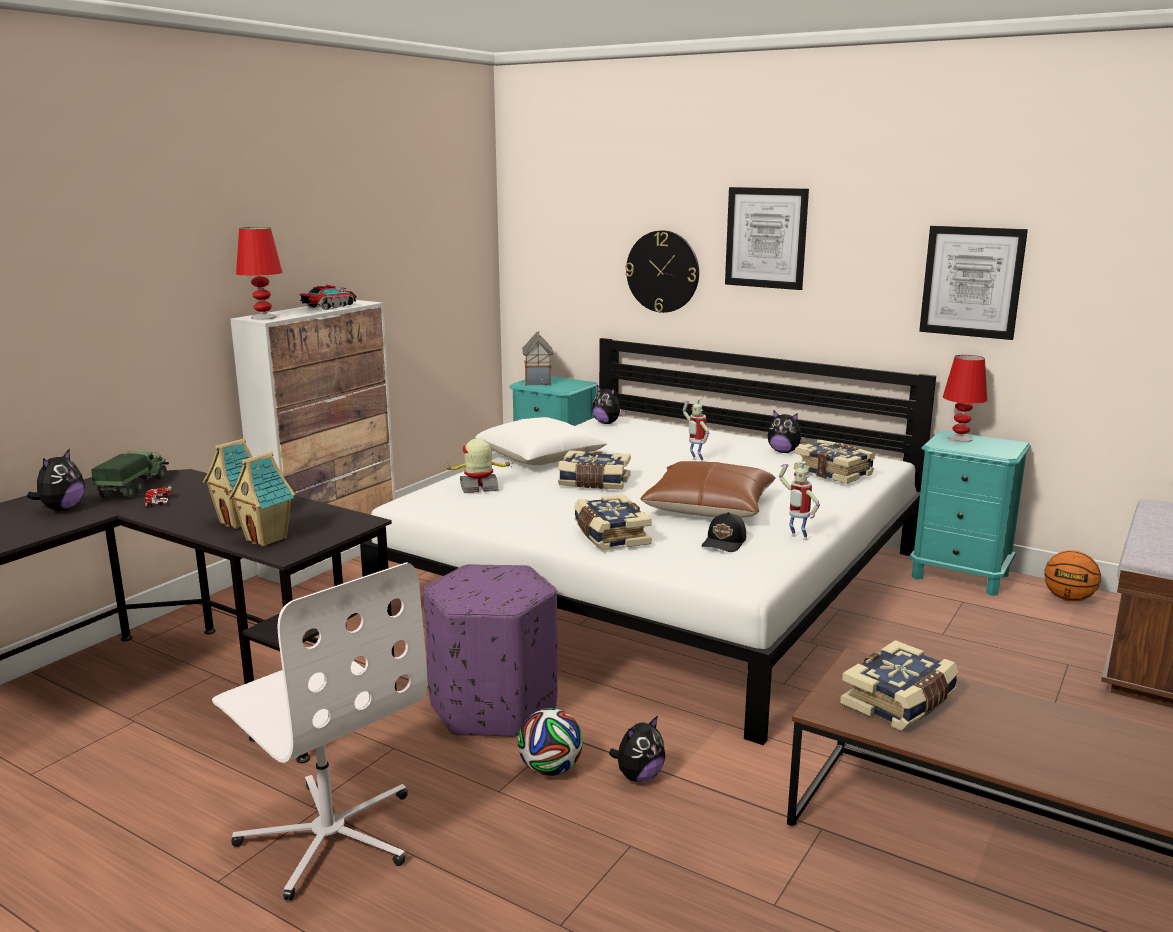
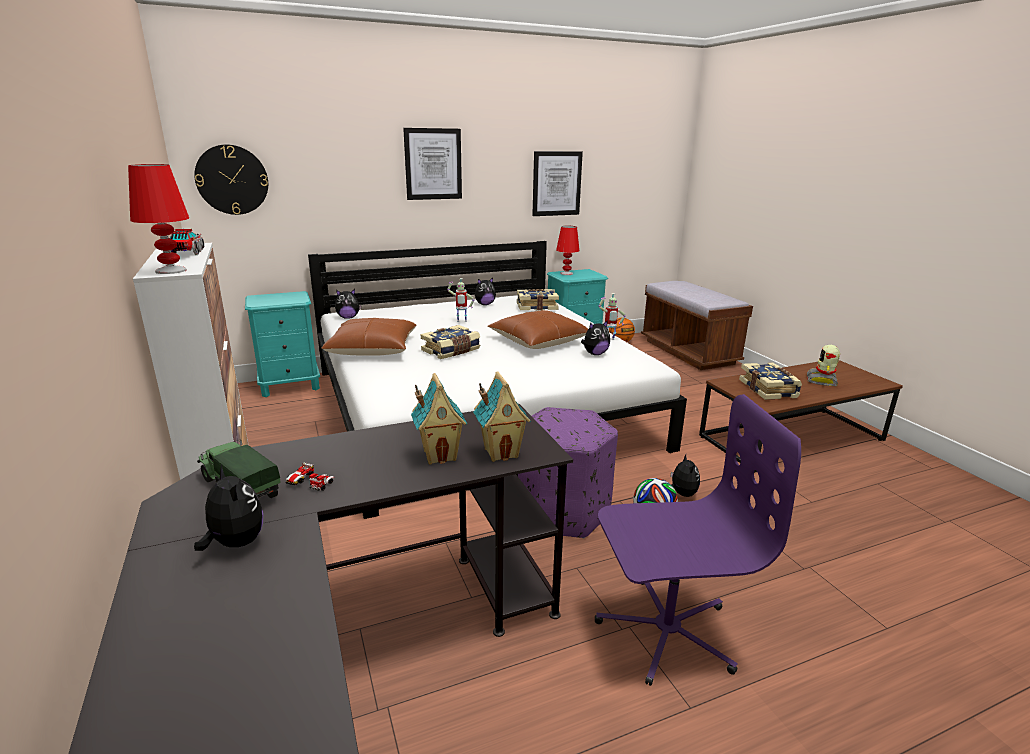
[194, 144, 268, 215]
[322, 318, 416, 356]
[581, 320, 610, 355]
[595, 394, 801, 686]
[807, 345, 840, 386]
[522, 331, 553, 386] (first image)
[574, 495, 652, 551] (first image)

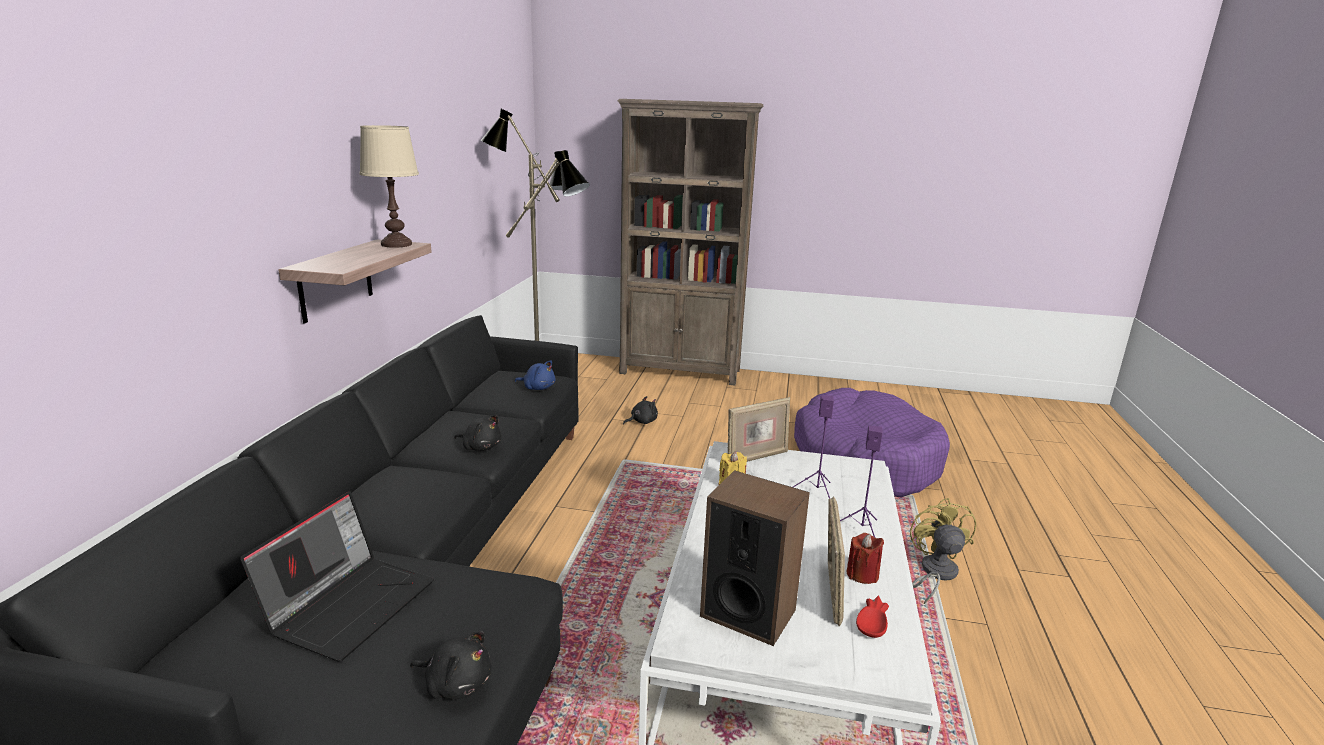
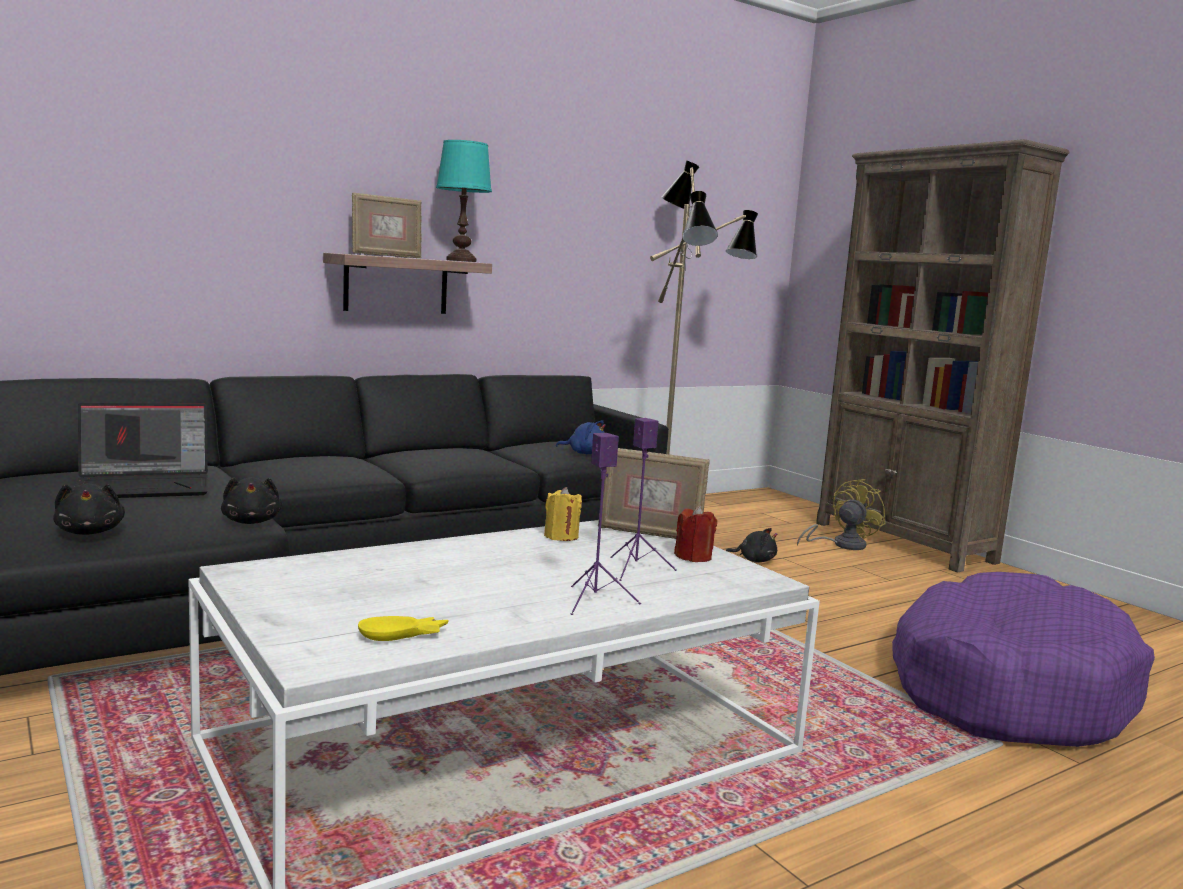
[221, 477, 282, 524]
[352, 192, 422, 258]
[358, 616, 449, 641]
[436, 140, 492, 262]
[556, 420, 606, 454]
[674, 505, 717, 562]
[797, 479, 885, 550]
[700, 470, 810, 646] (first image)

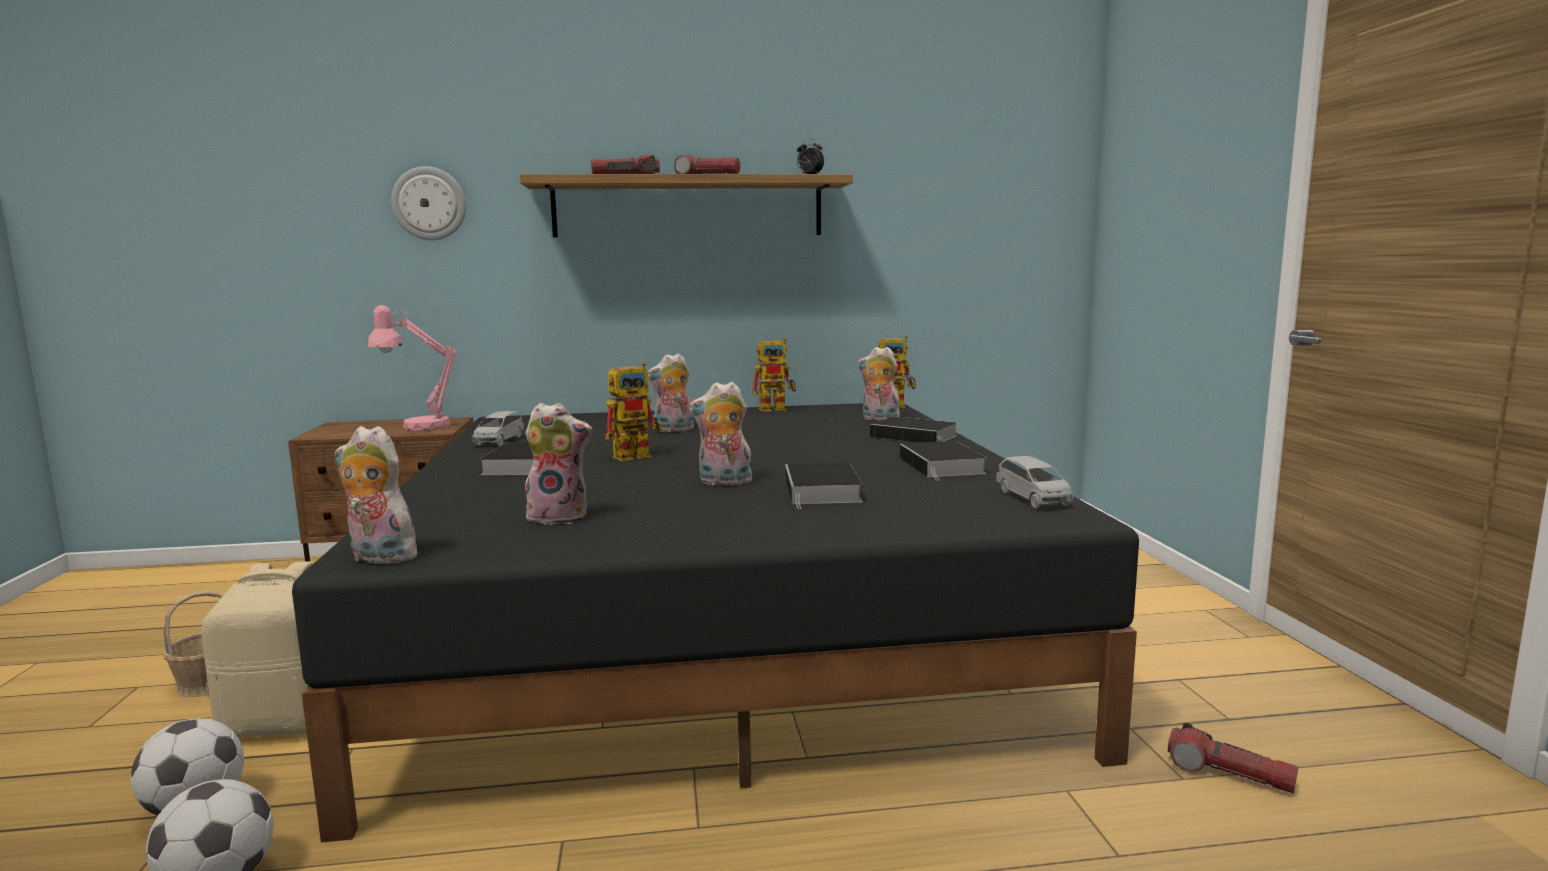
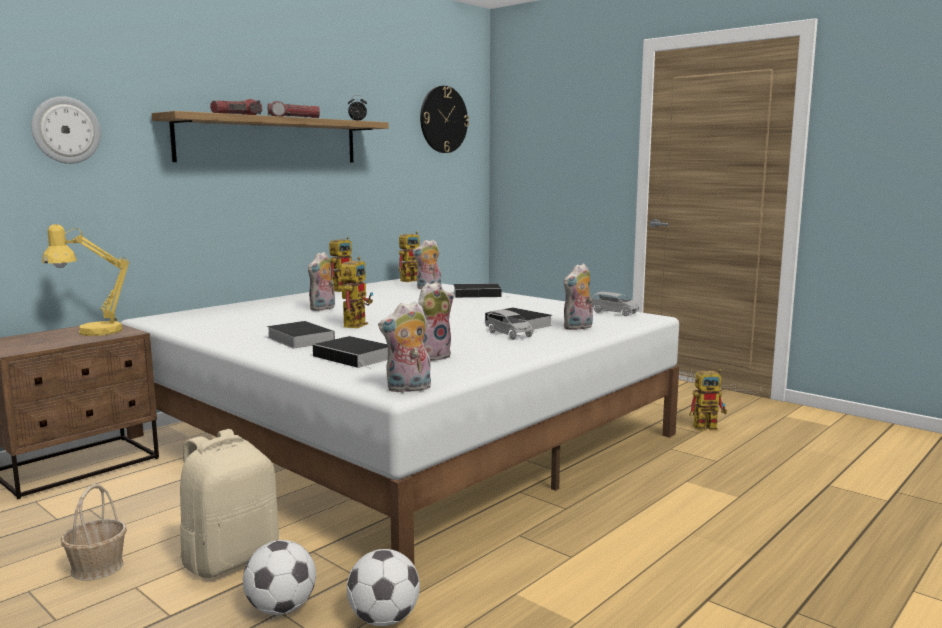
[42, 224, 129, 336]
[120, 279, 679, 565]
[313, 336, 388, 369]
[420, 86, 469, 153]
[486, 309, 533, 340]
[564, 263, 593, 330]
[689, 369, 727, 431]

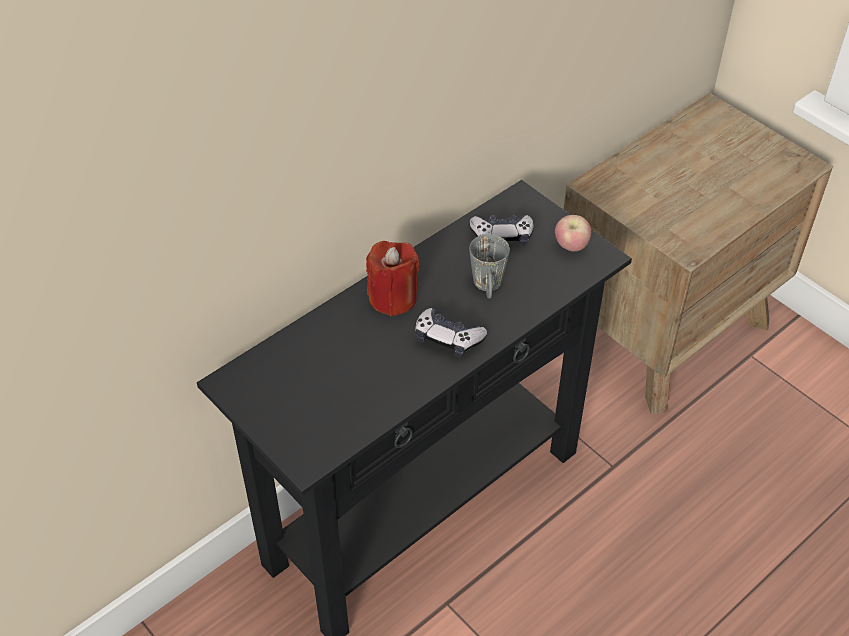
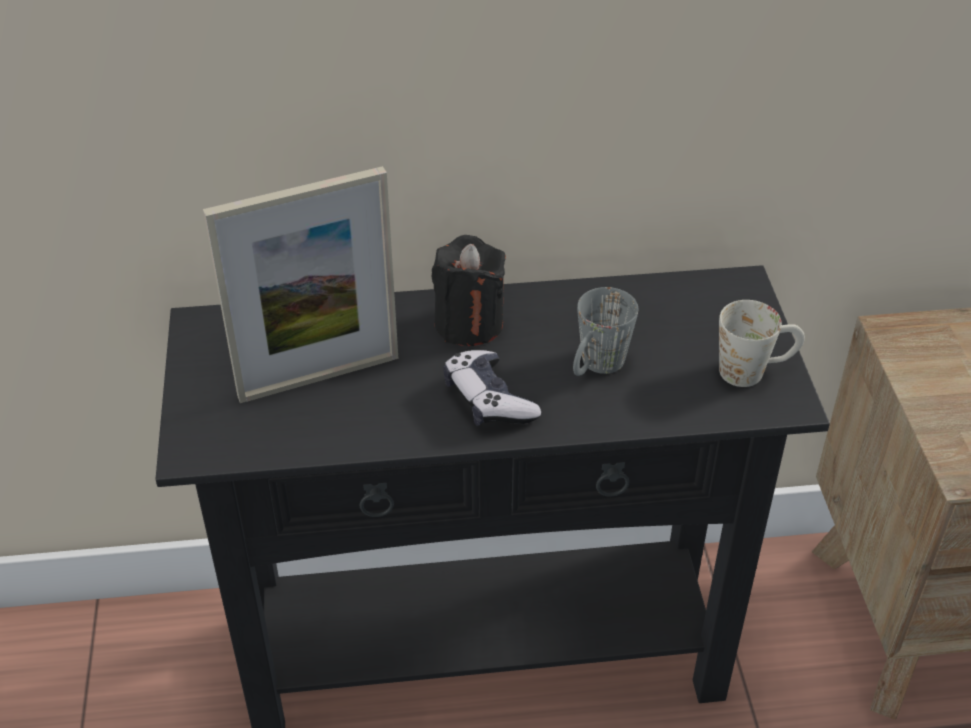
[203, 166, 398, 403]
[432, 235, 506, 346]
[719, 300, 805, 387]
[469, 215, 534, 246] (first image)

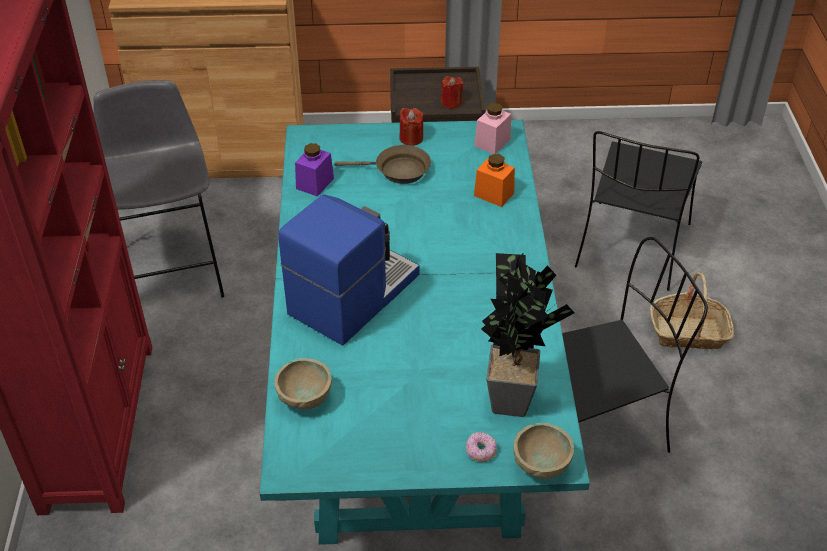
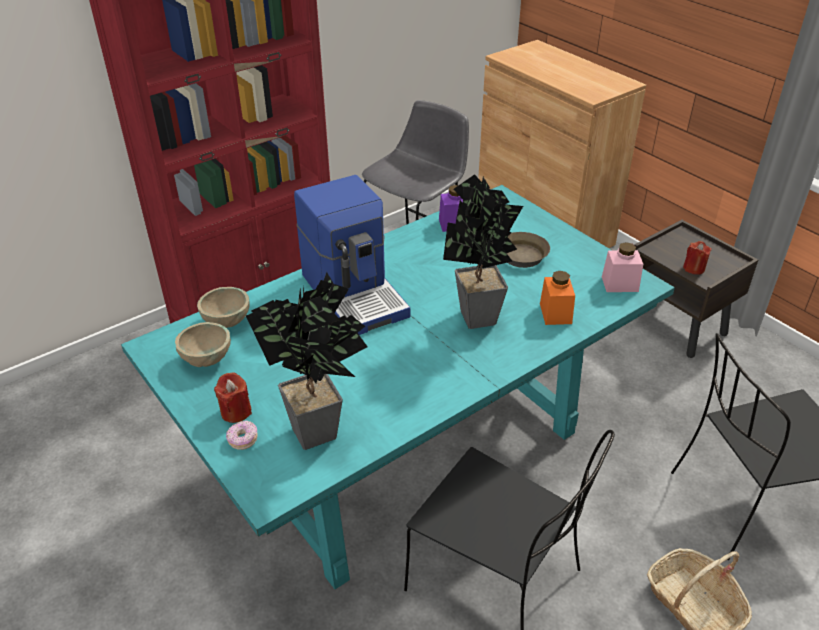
[175, 322, 231, 367]
[214, 372, 252, 423]
[294, 175, 410, 335]
[443, 174, 523, 329]

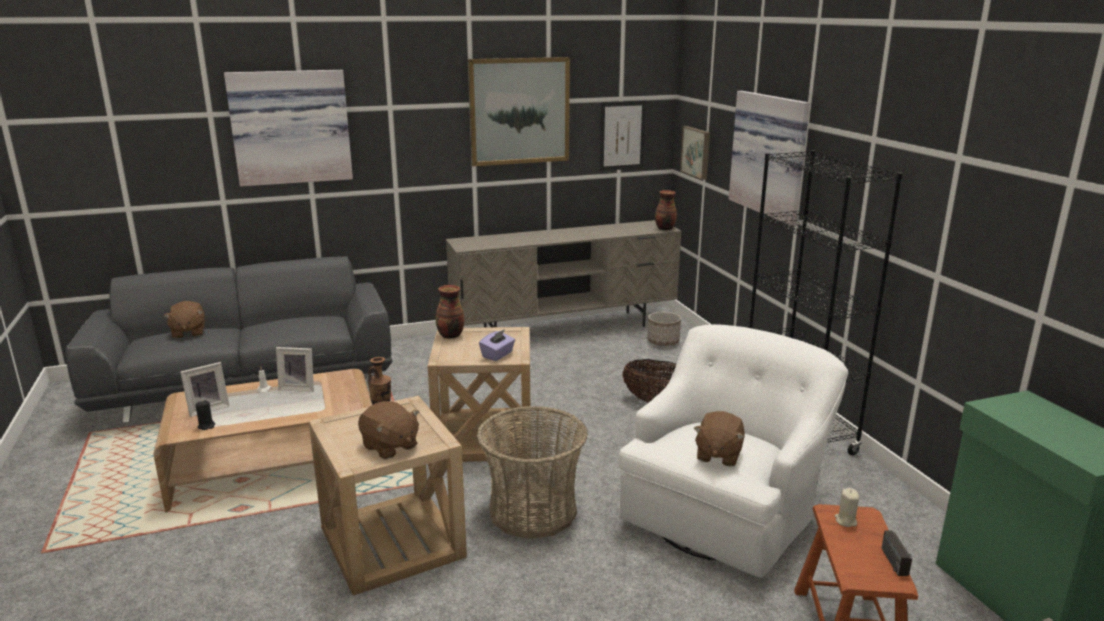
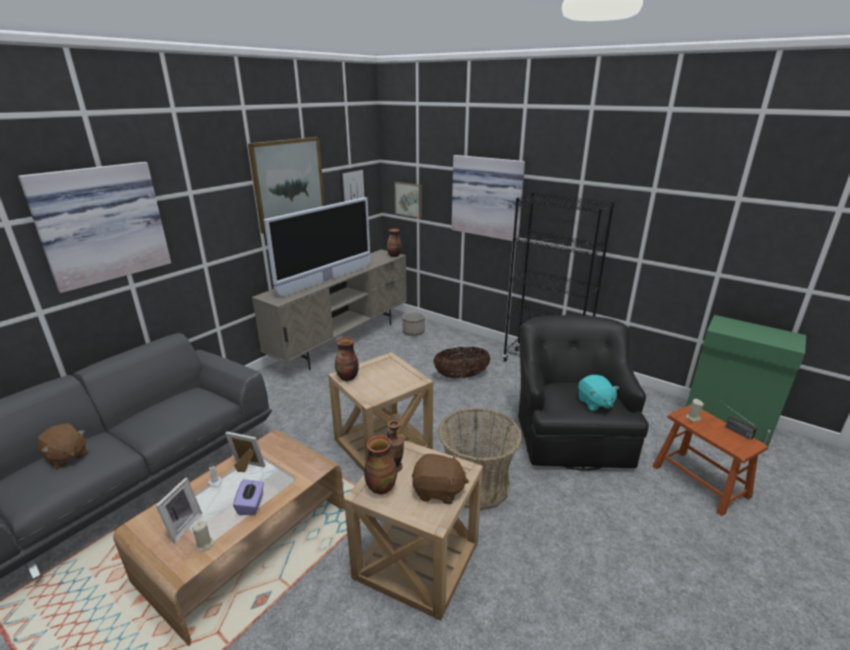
[192, 521, 215, 551]
[225, 432, 266, 472]
[233, 479, 264, 515]
[264, 197, 370, 297]
[364, 435, 397, 495]
[518, 315, 649, 471]
[578, 375, 619, 411]

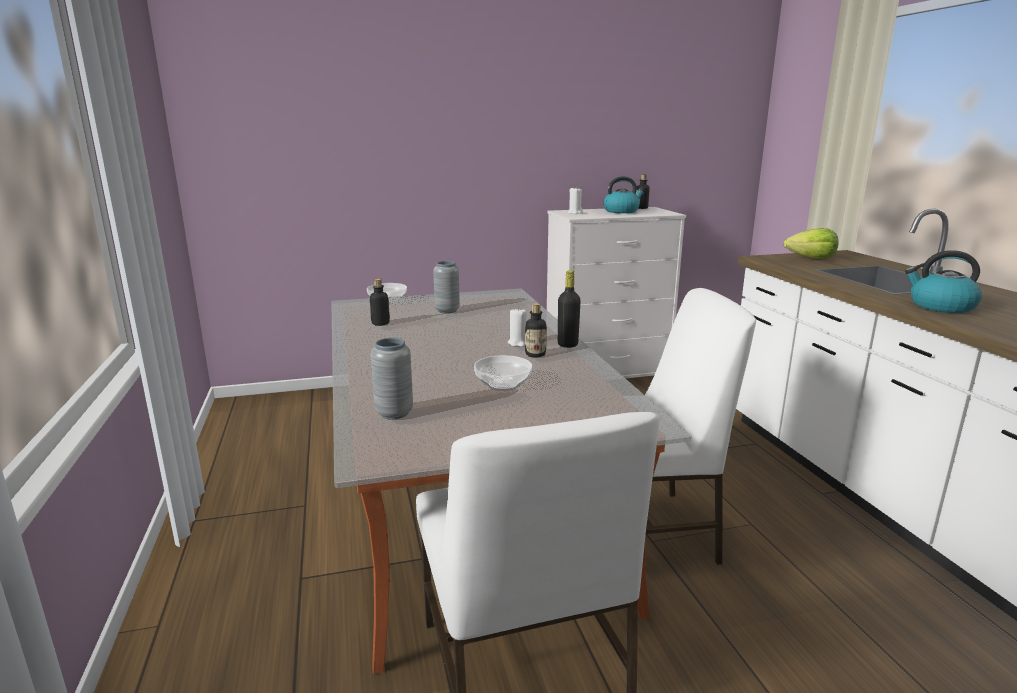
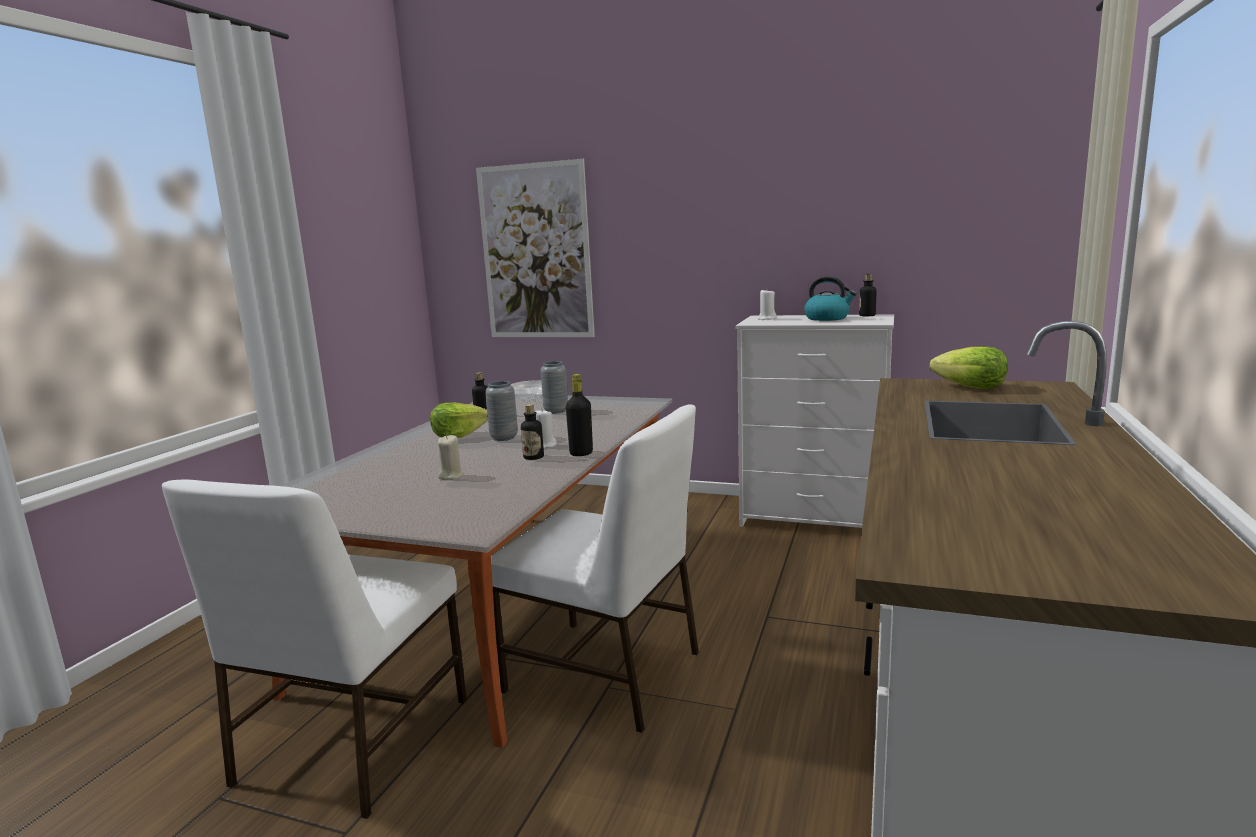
[430, 403, 488, 438]
[438, 435, 464, 480]
[476, 159, 595, 337]
[485, 381, 518, 441]
[905, 250, 982, 313] (first image)

